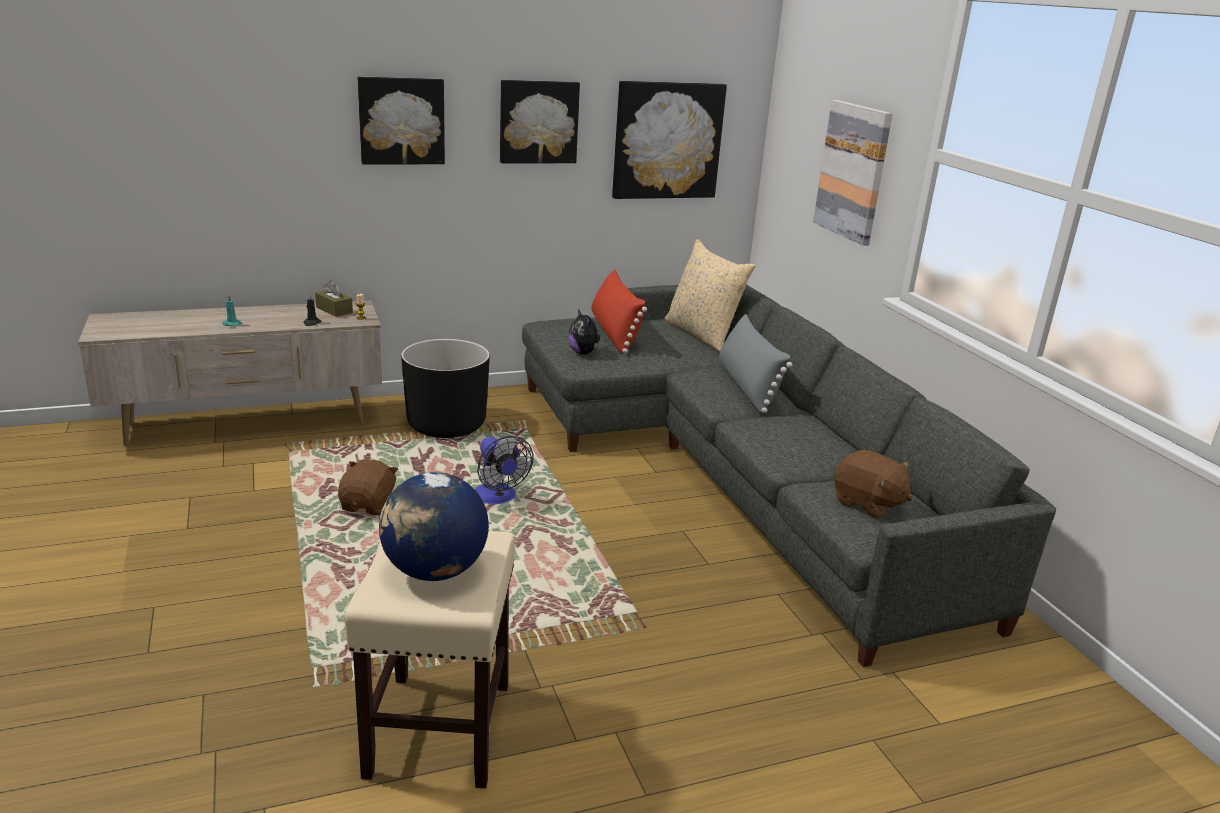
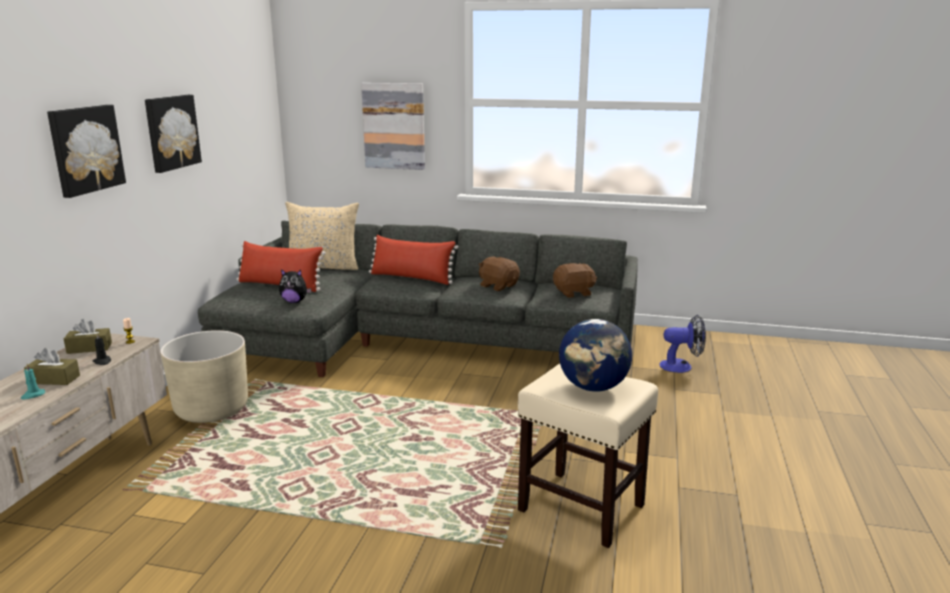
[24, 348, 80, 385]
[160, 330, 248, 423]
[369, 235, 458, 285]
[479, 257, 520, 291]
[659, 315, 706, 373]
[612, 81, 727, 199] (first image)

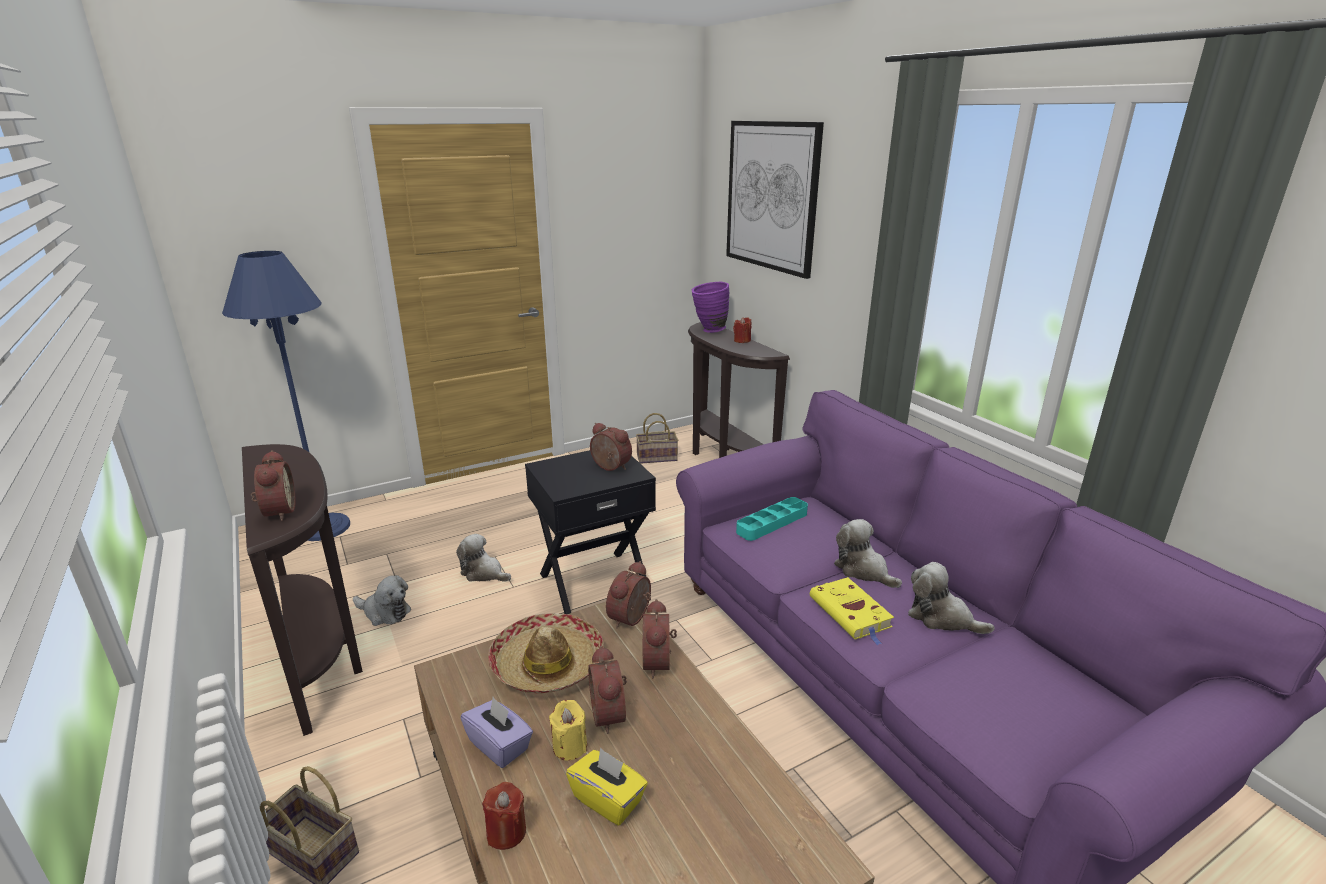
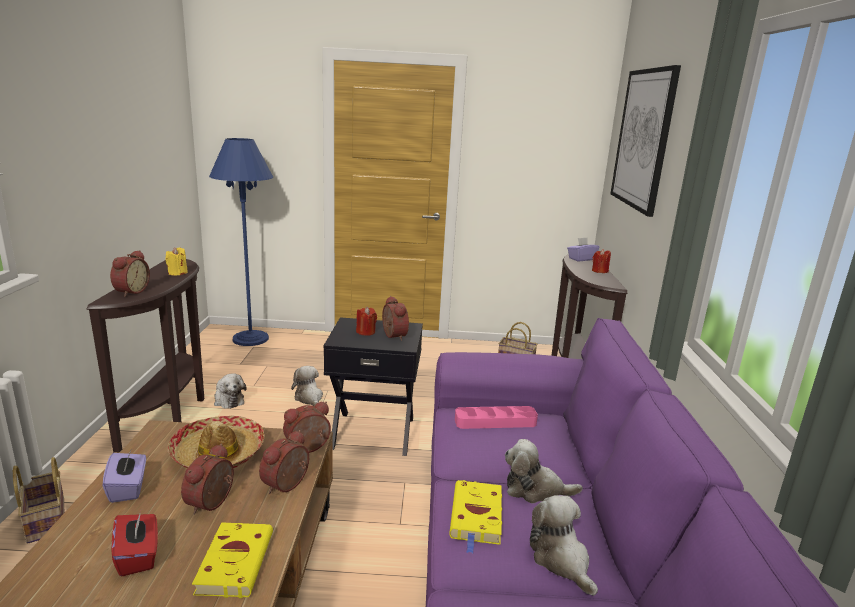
[111, 511, 158, 576]
[165, 247, 187, 275]
[192, 522, 273, 598]
[356, 307, 377, 336]
[455, 406, 538, 429]
[505, 439, 583, 504]
[567, 237, 599, 261]

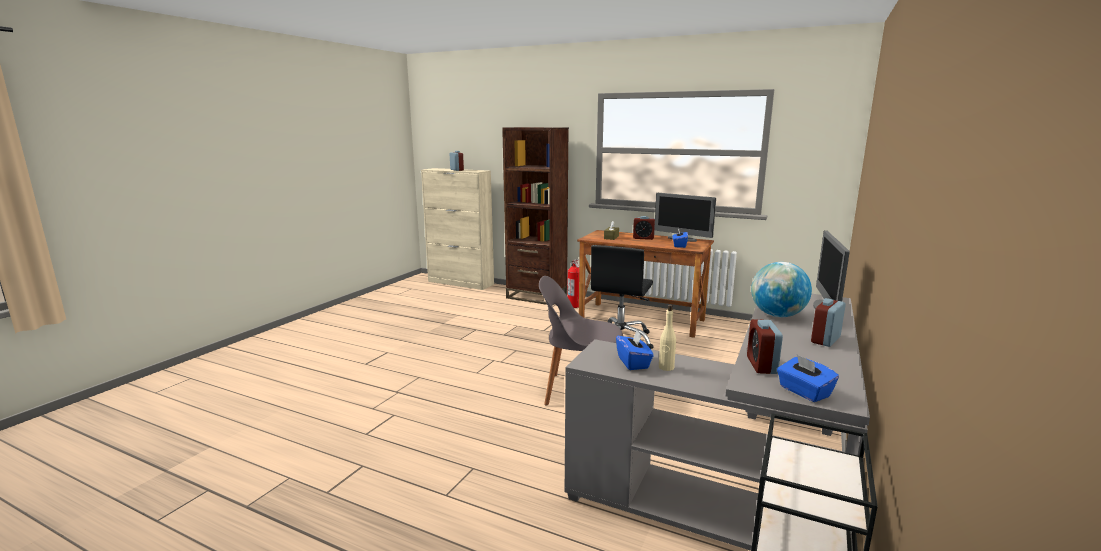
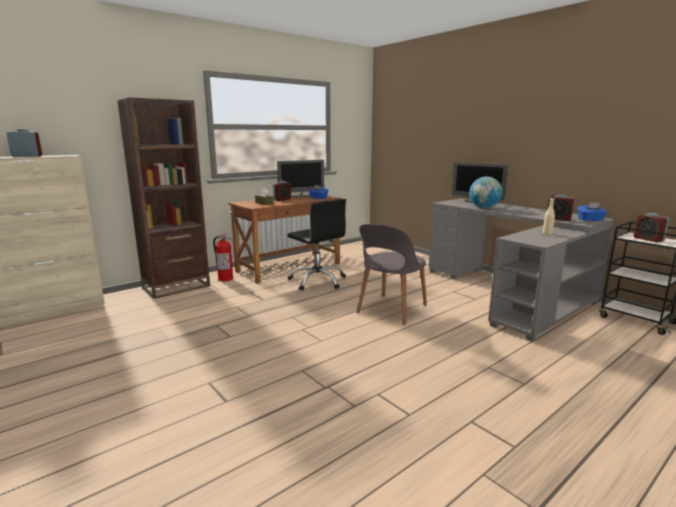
[634, 213, 670, 242]
[616, 330, 654, 370] (first image)

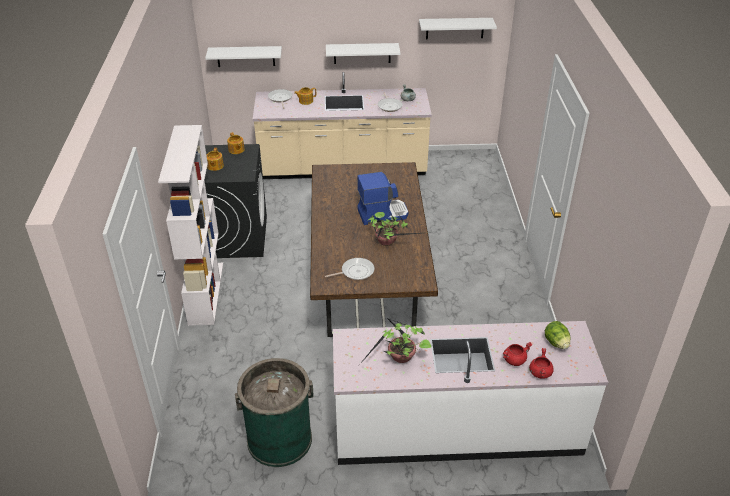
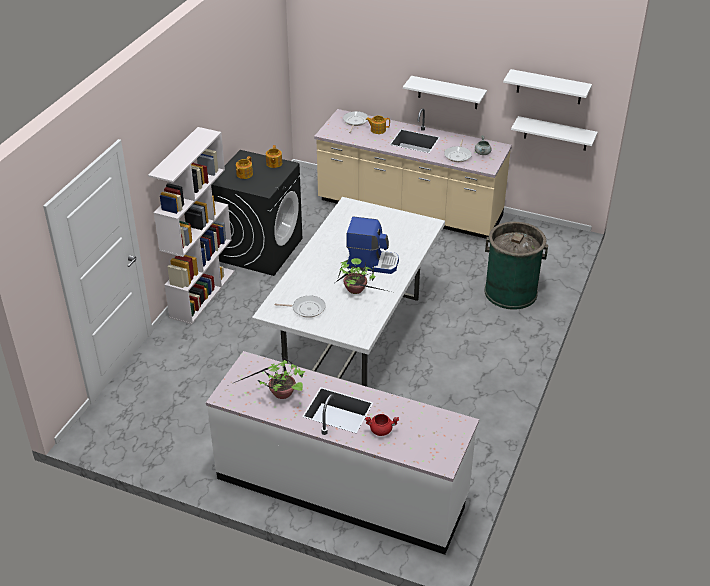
[252, 197, 445, 387]
[484, 222, 548, 310]
[511, 116, 598, 151]
[529, 348, 554, 379] (first image)
[545, 321, 570, 349] (first image)

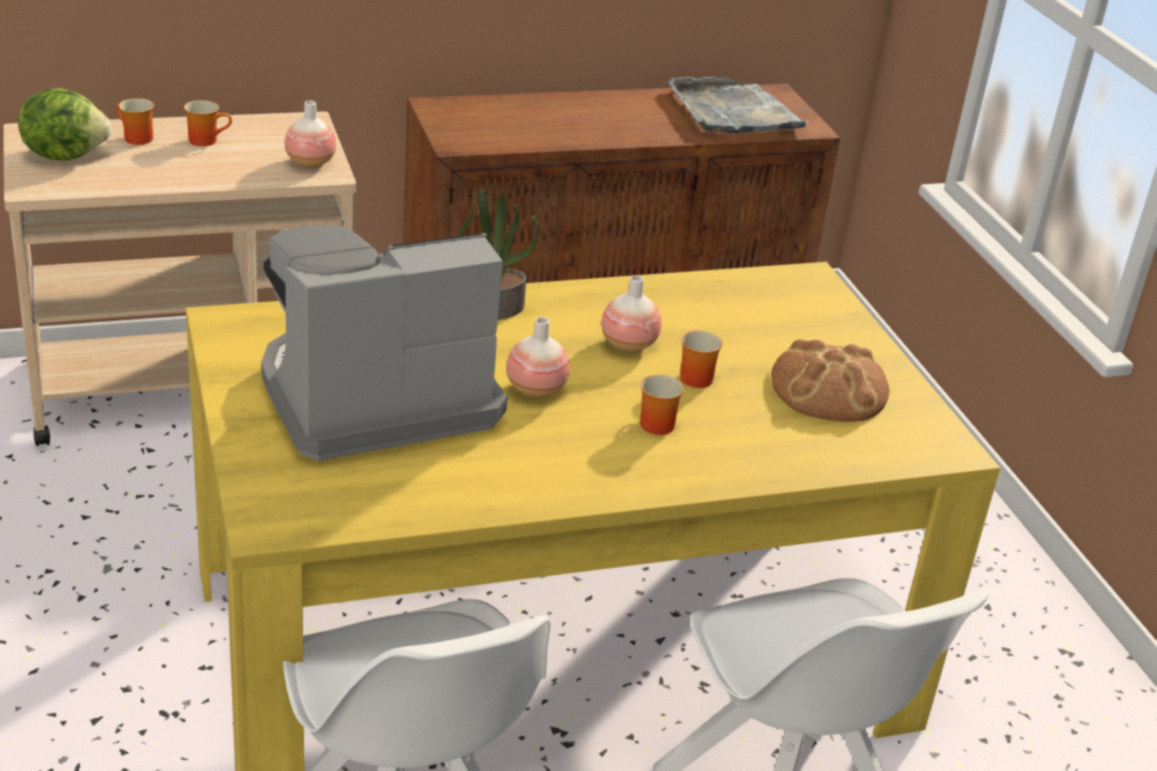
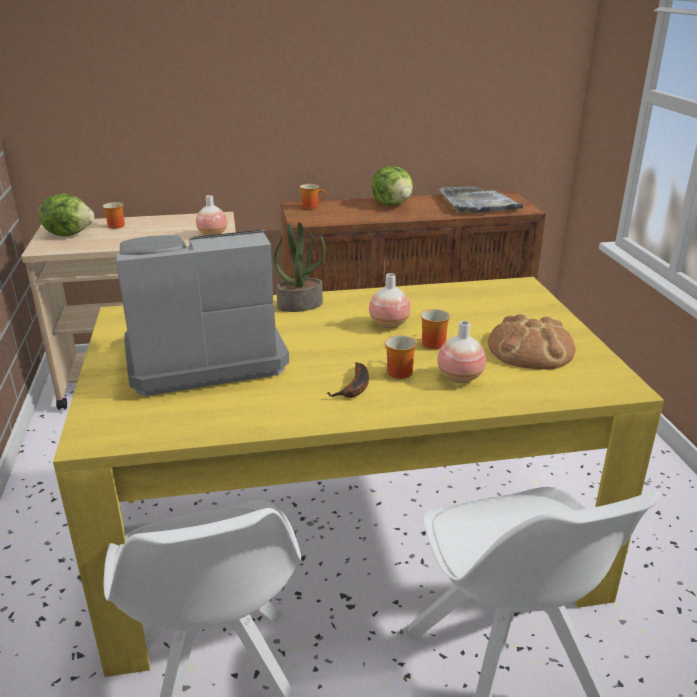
[300, 184, 326, 209]
[327, 362, 369, 398]
[372, 166, 413, 205]
[437, 321, 486, 383]

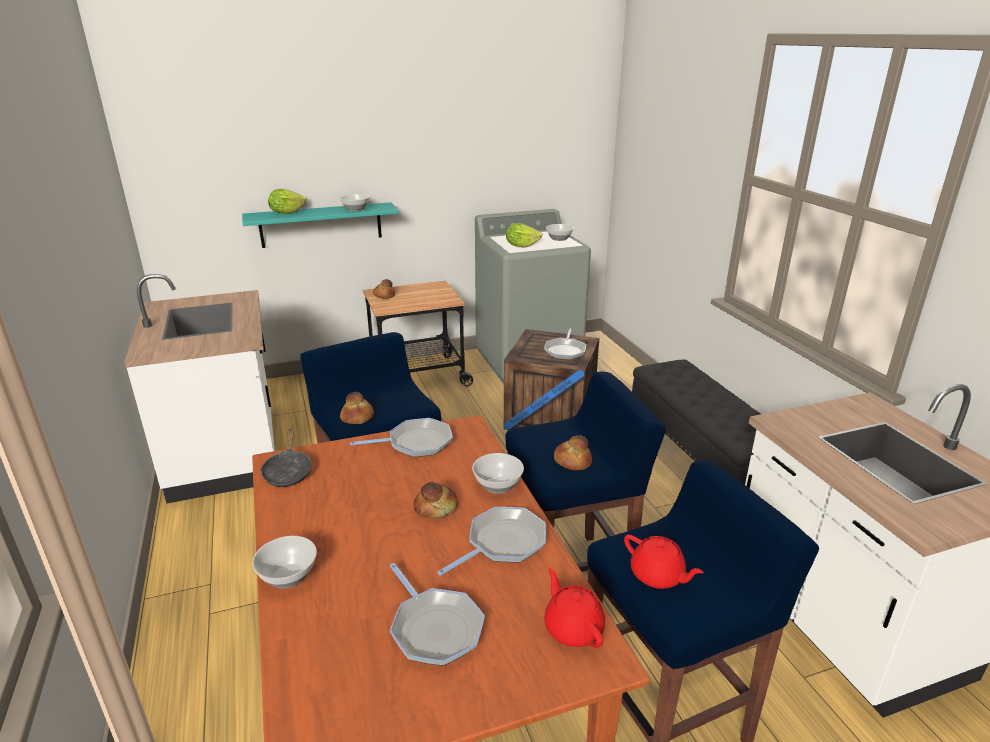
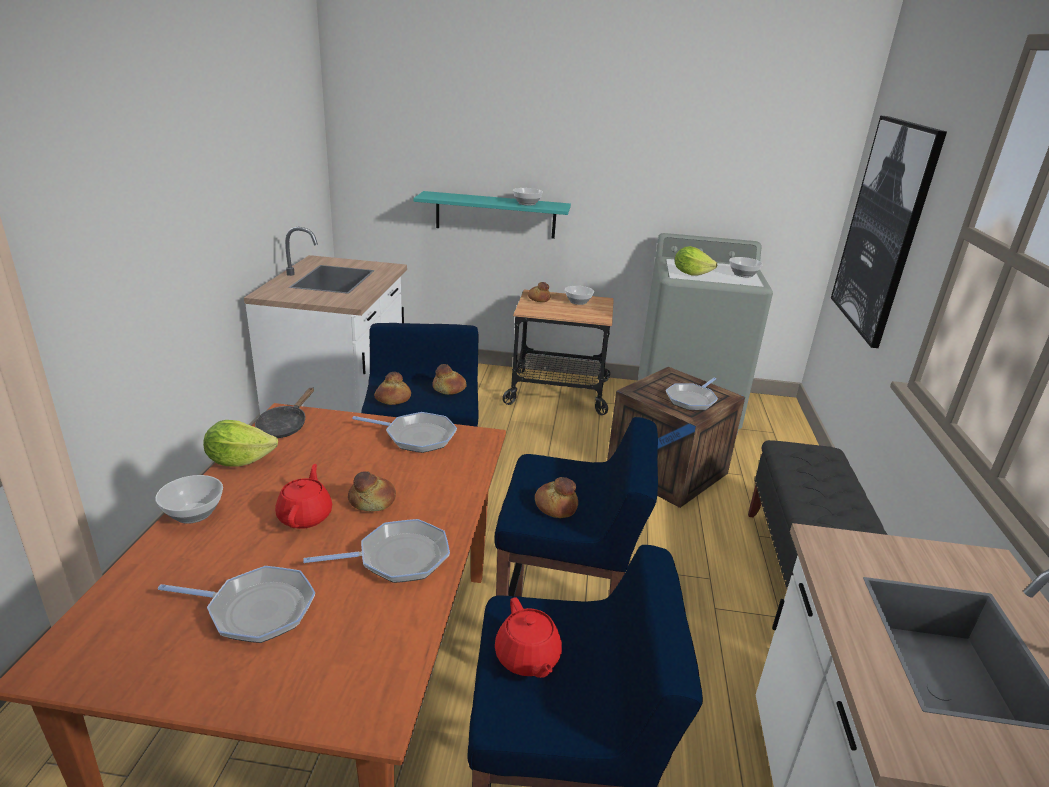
[158, 566, 315, 643]
[203, 420, 278, 467]
[275, 464, 332, 529]
[432, 364, 466, 395]
[565, 286, 594, 305]
[831, 116, 947, 348]

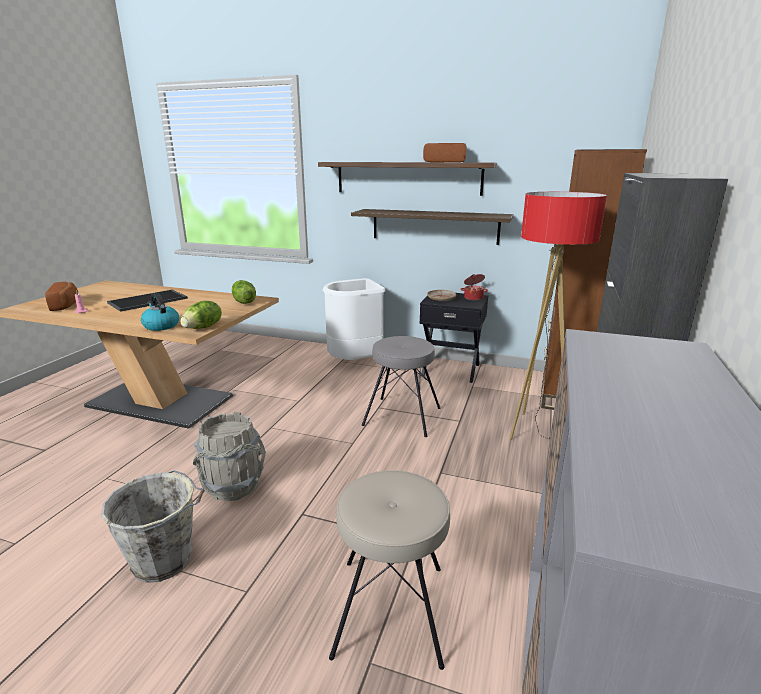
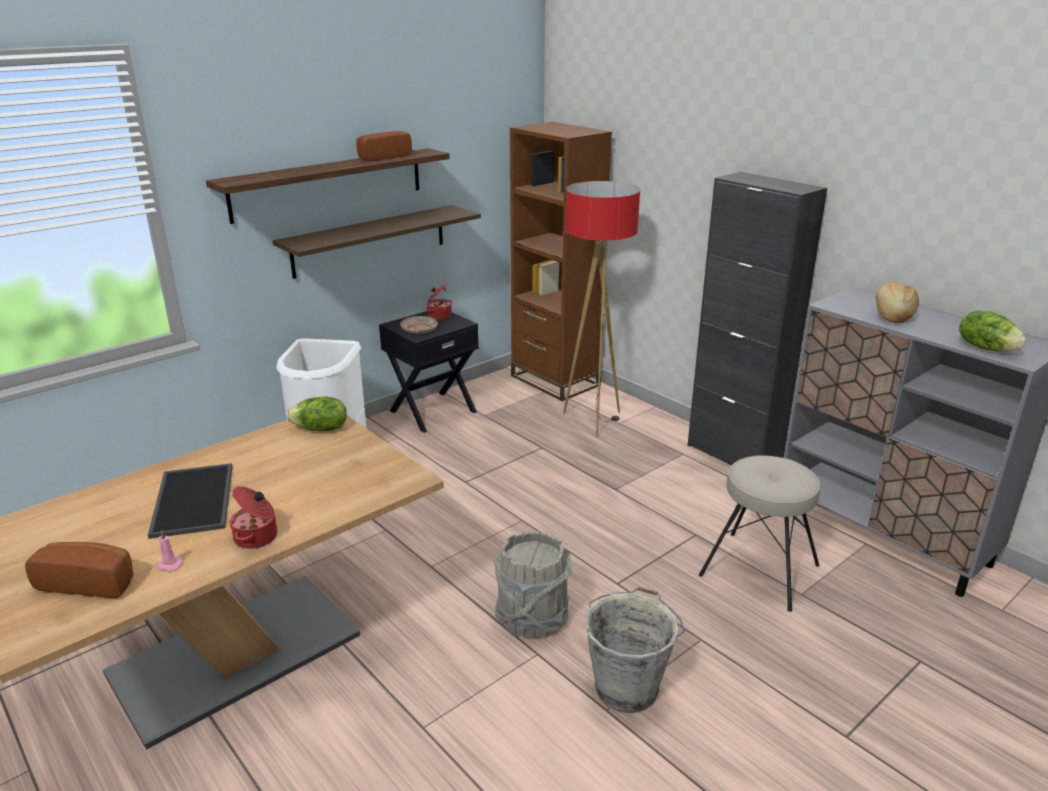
[229, 486, 277, 549]
[875, 282, 919, 323]
[959, 311, 1026, 351]
[141, 293, 179, 331] (first image)
[362, 336, 441, 437] (first image)

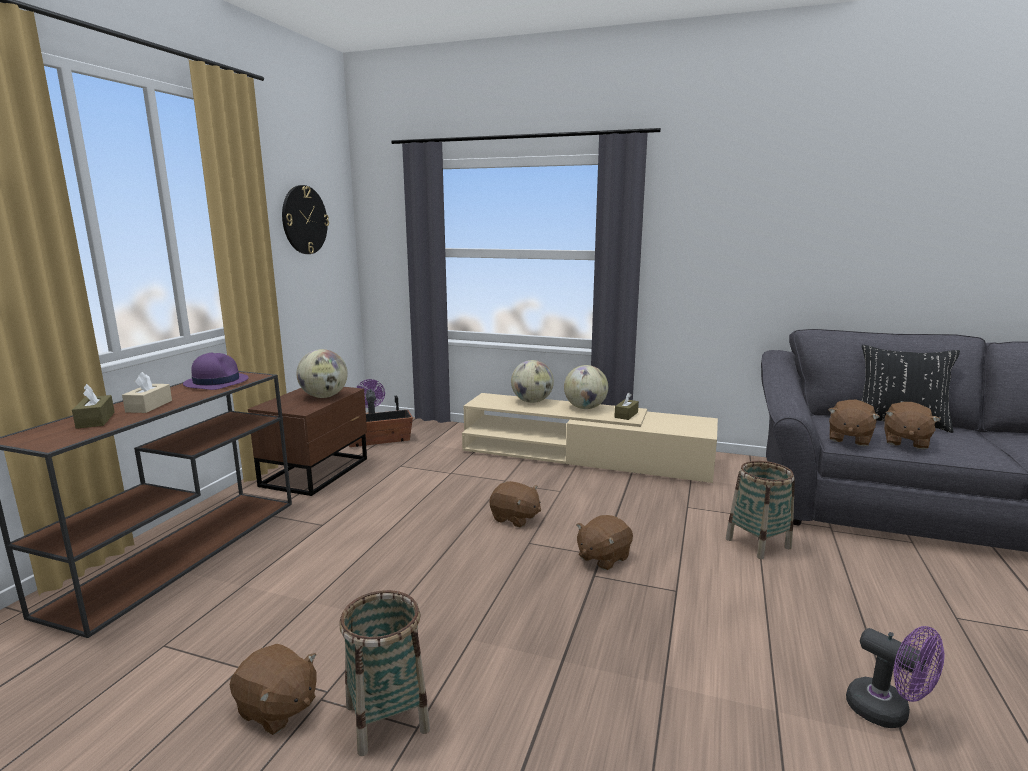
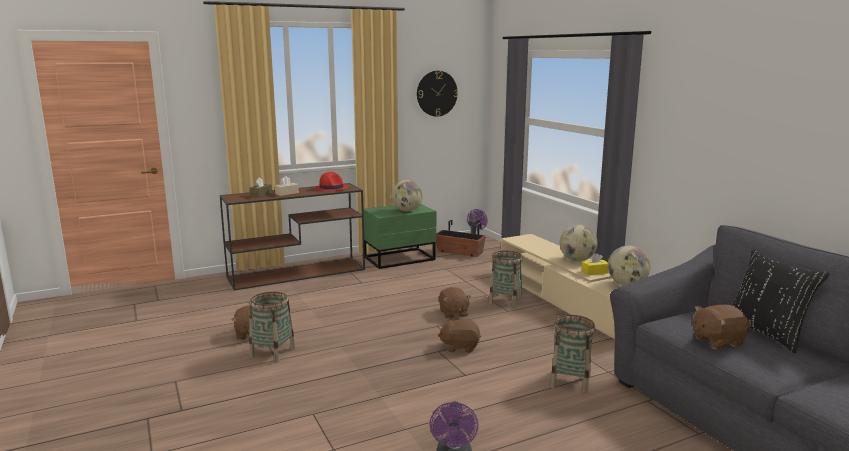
[315, 172, 348, 192]
[364, 204, 436, 269]
[489, 250, 523, 308]
[582, 253, 609, 275]
[608, 246, 651, 285]
[828, 400, 880, 446] (first image)

